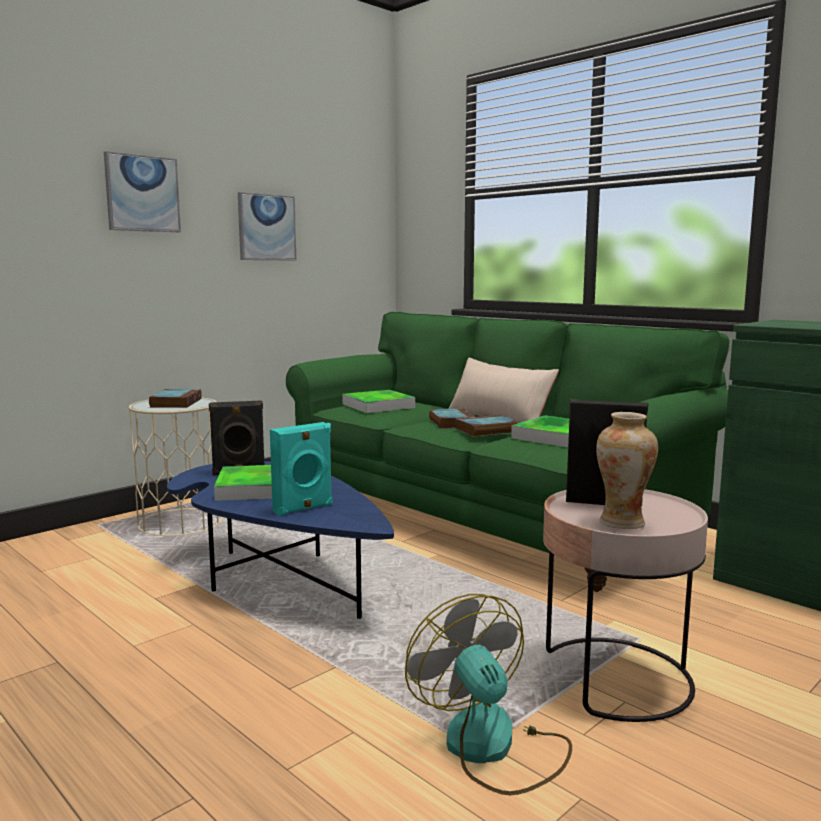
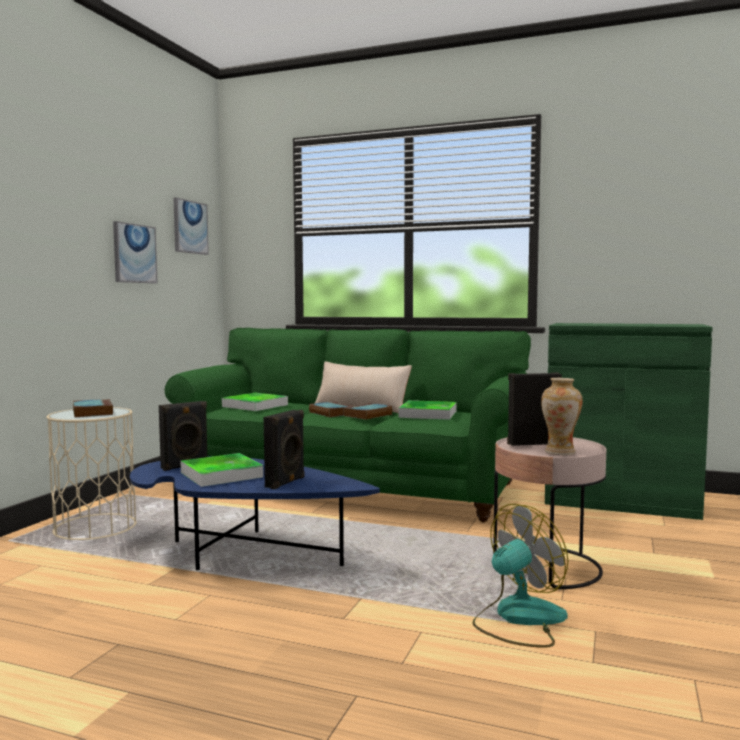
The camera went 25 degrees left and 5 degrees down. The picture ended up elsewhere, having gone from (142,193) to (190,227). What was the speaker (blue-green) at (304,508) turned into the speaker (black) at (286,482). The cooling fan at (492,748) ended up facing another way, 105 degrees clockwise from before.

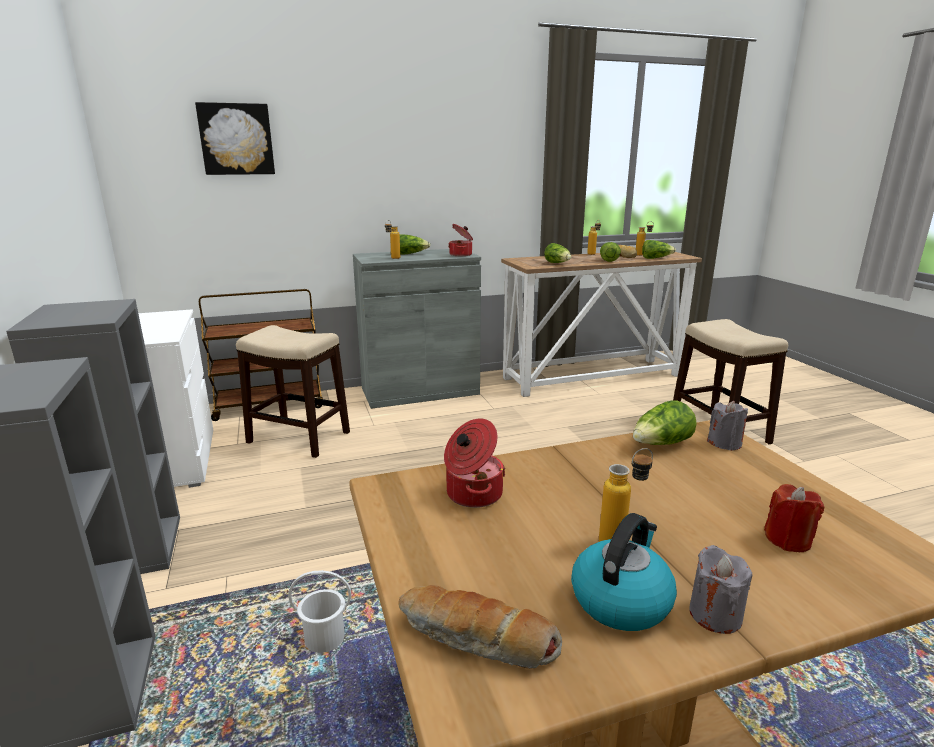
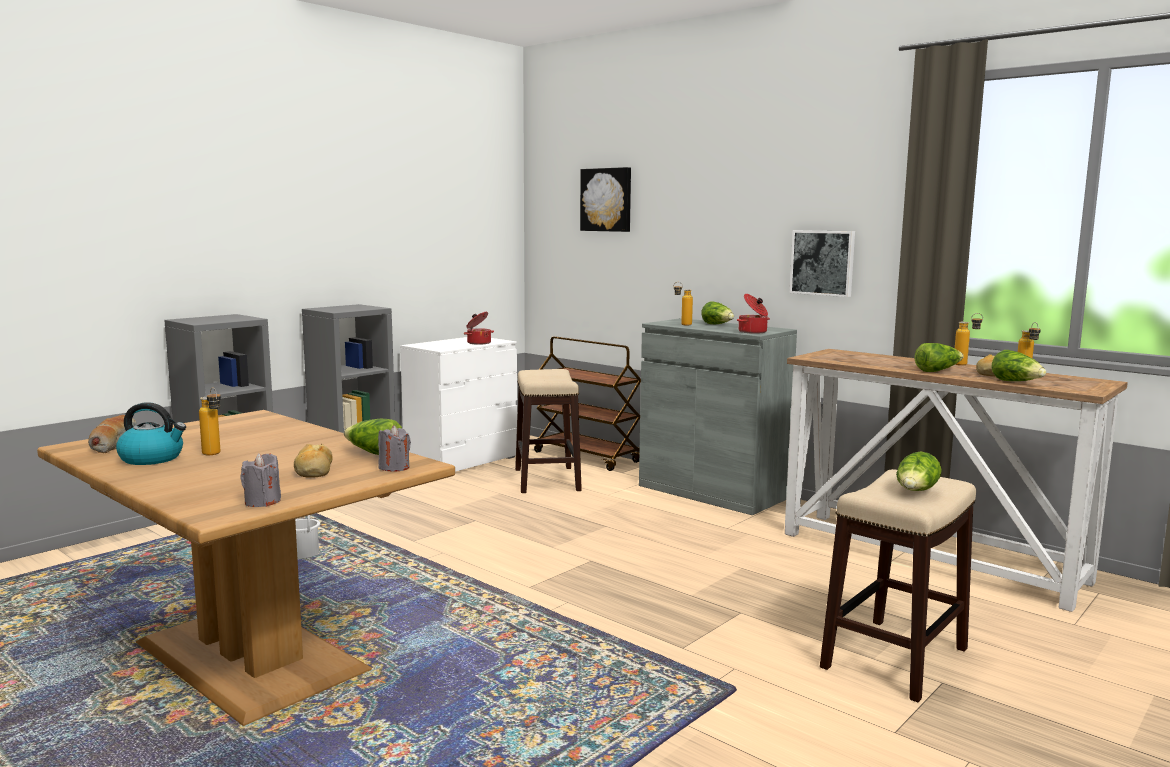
The camera went 60 degrees right and 10 degrees down. The cooking pot ended up elsewhere, having gone from (472,494) to (478,343). The lettuce ended up elsewhere, having gone from (558,263) to (916,492). The wax candle (greyish) ended up elsewhere, having gone from (715,615) to (262,502). The second view lost the wax candle (red) at (788,539). The second view gained the bread at (313,470). The second view gained the picture at (823,262).

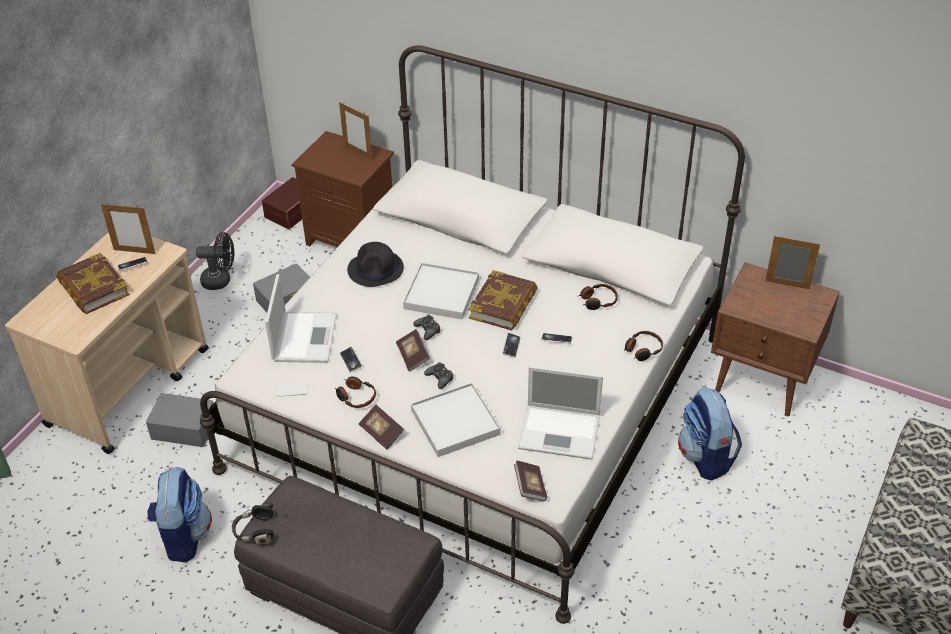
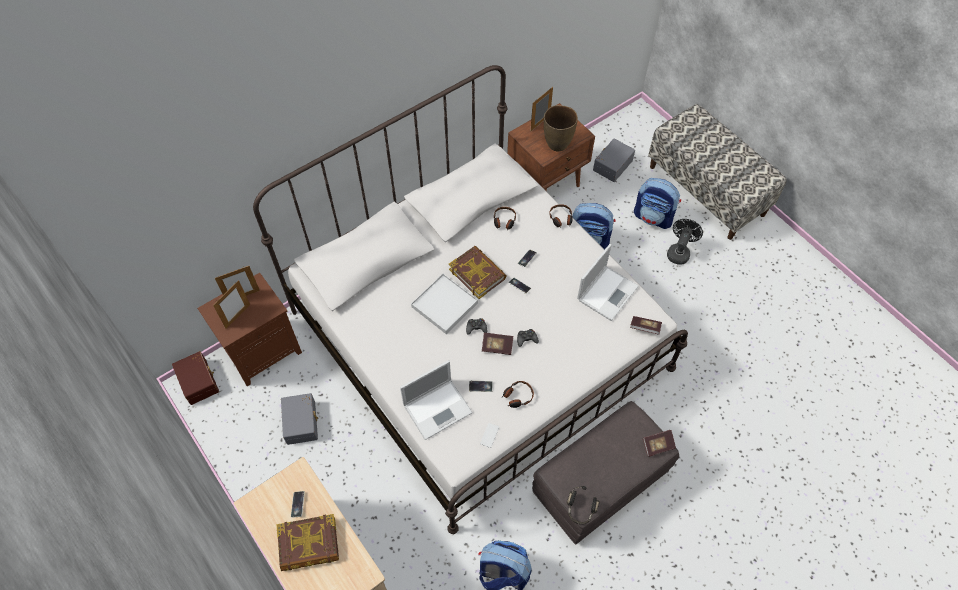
The camera went 65 degrees left and 15 degrees up. The standing frame ended up elsewhere, having gone from (134,251) to (237,316). The storage bin (greyish) ended up elsewhere, having gone from (184,427) to (612,165). The cooling fan (black) ended up elsewhere, having gone from (221,280) to (679,252). The laptop at (304,336) ended up facing another way, 120 degrees clockwise from before. The second view lost the clothing hat (black) at (376,269). The volume ended up elsewhere, having gone from (381,433) to (658,445). The second view lost the serving tray (whitish) at (455,422). The second view gained the vase (brown-coloured) at (557,143). The second view gained the knapsack at (653,217).

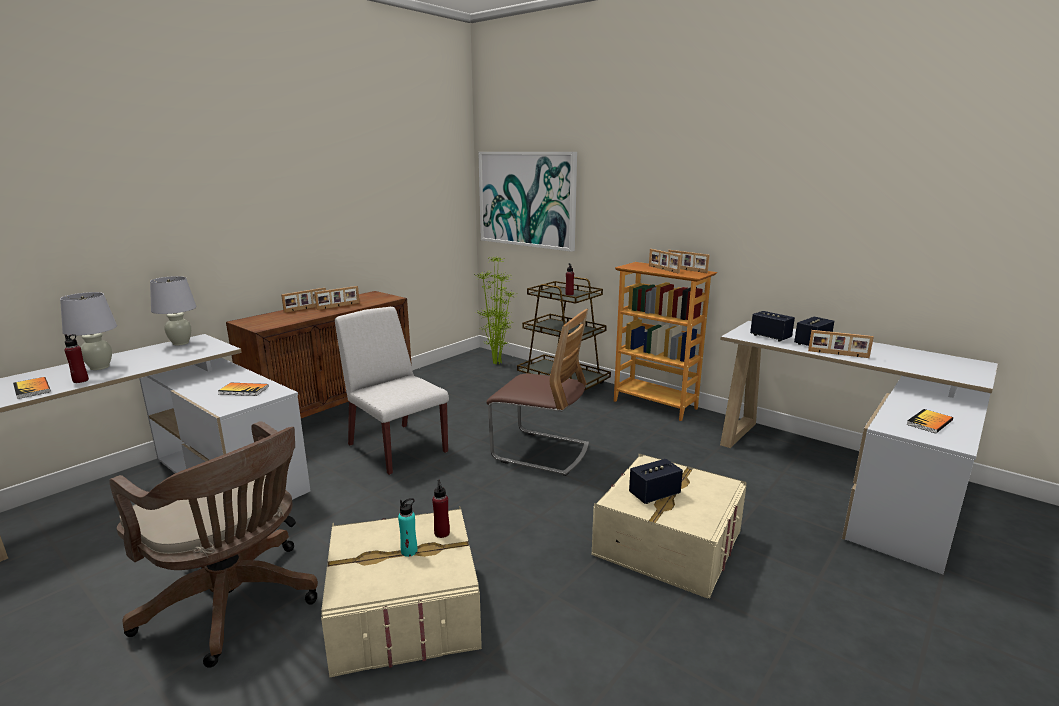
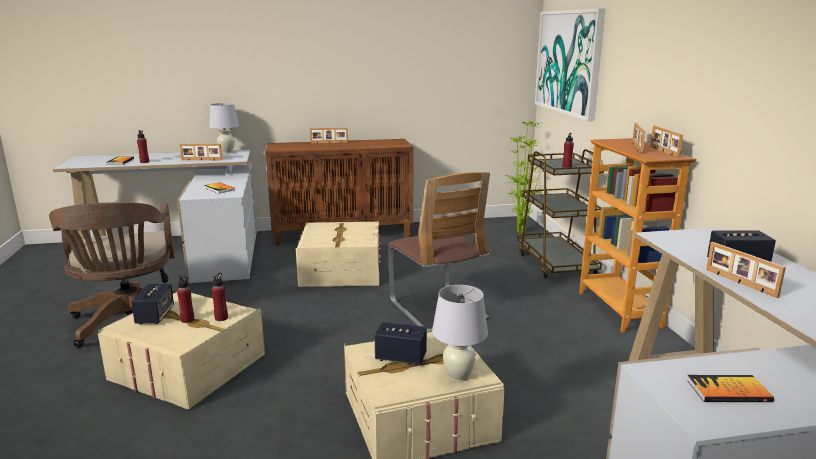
The camera went 40 degrees right and 0 degrees up. The tabletop lamp (whitish) ended up elsewhere, having gone from (100,367) to (458,376). The standing frame ended up elsewhere, having gone from (338,306) to (201,160). Where the upright chair (whitish) stood at (396,448), the storage bin (beige) came to stand at (341,271). What was the drink bottle (blue-green) at (409,551) turned into the drink bottle (red) at (187,320). The speaker ended up elsewhere, having gone from (770,337) to (155,316).

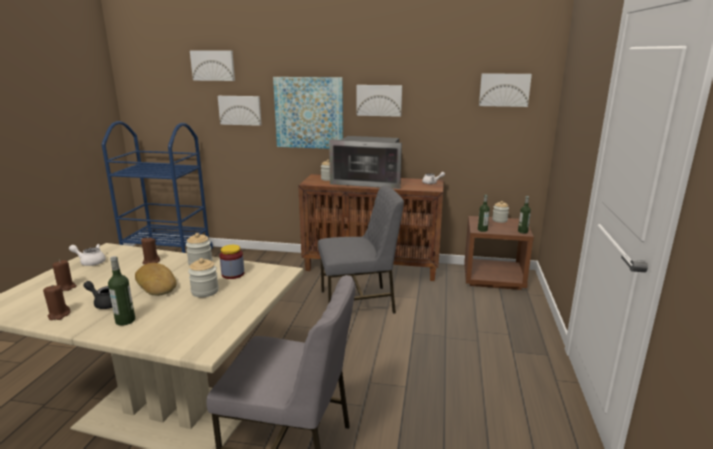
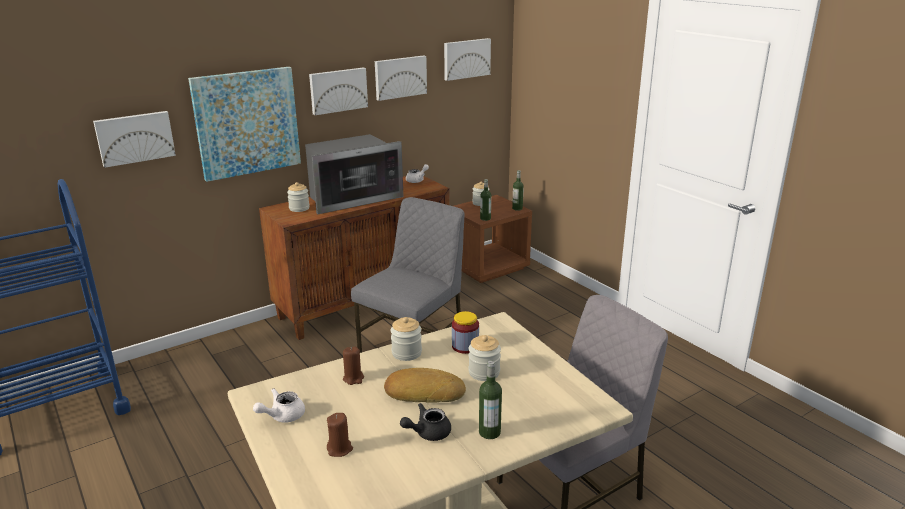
The camera went 45 degrees left and 5 degrees up. The second view lost the wax candle (brown-coloured) at (59,315). The picture ended up elsewhere, having gone from (213,65) to (400,77).

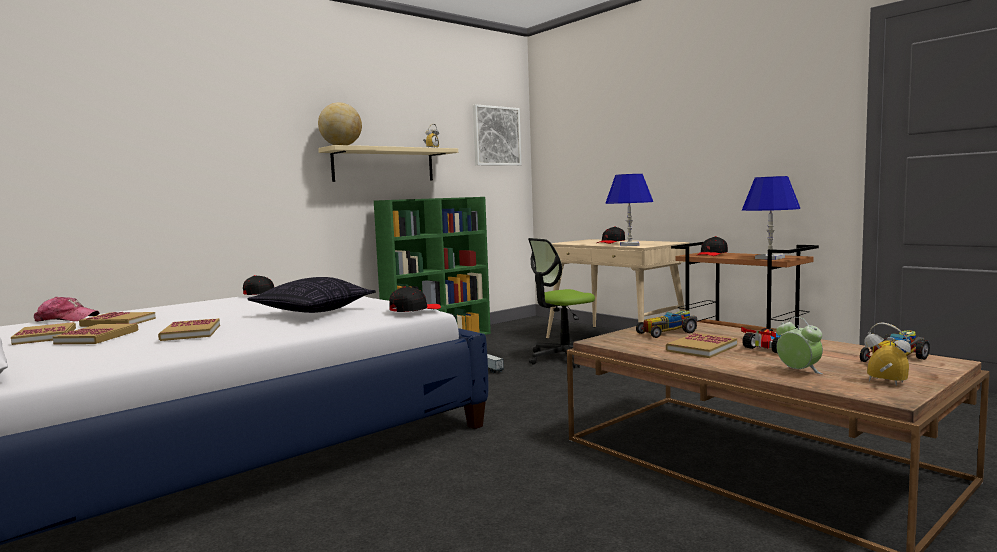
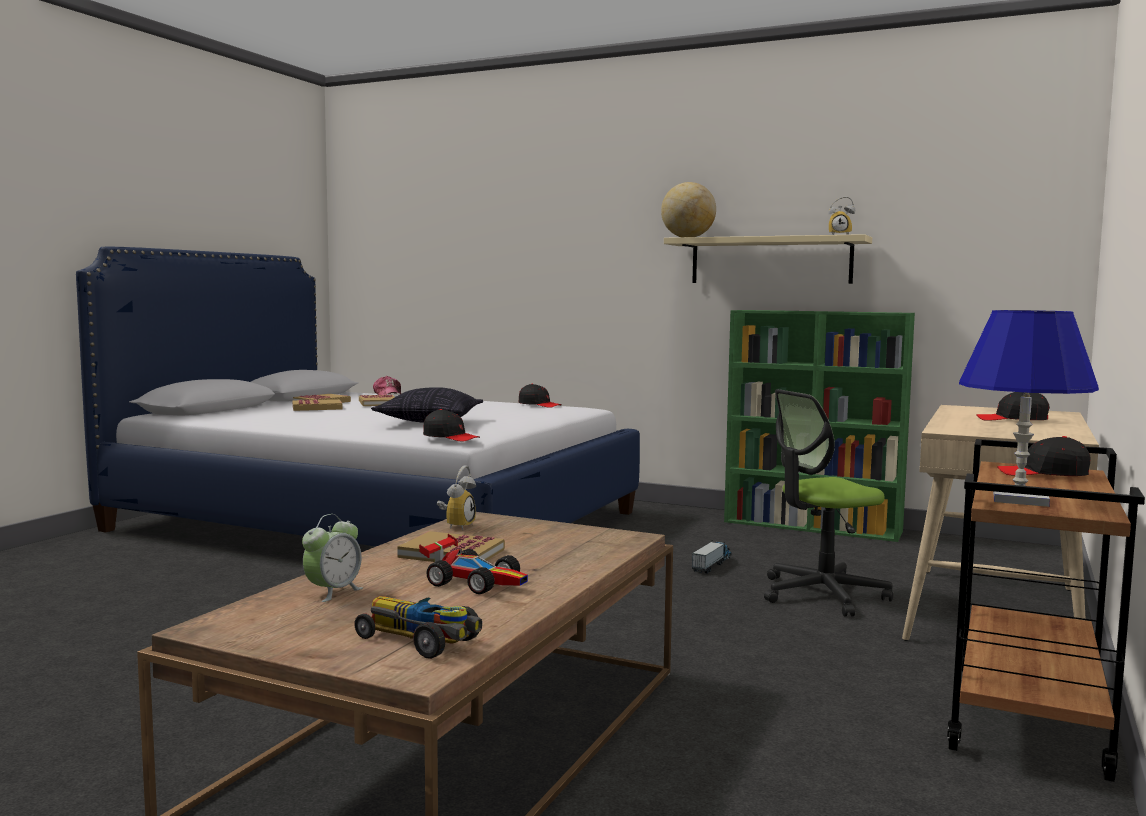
The camera went 65 degrees right and 0 degrees up. The second view lost the volume at (191,332). The second view lost the picture at (496,136). The desk chair at (563,358) ended up facing another way, 60 degrees counterclockwise from before. The second view lost the tabletop lamp (blue-coloured) at (629,245). The second view lost the miniature car at (668,332). The table clock ended up elsewhere, having gone from (884,383) to (456,526).

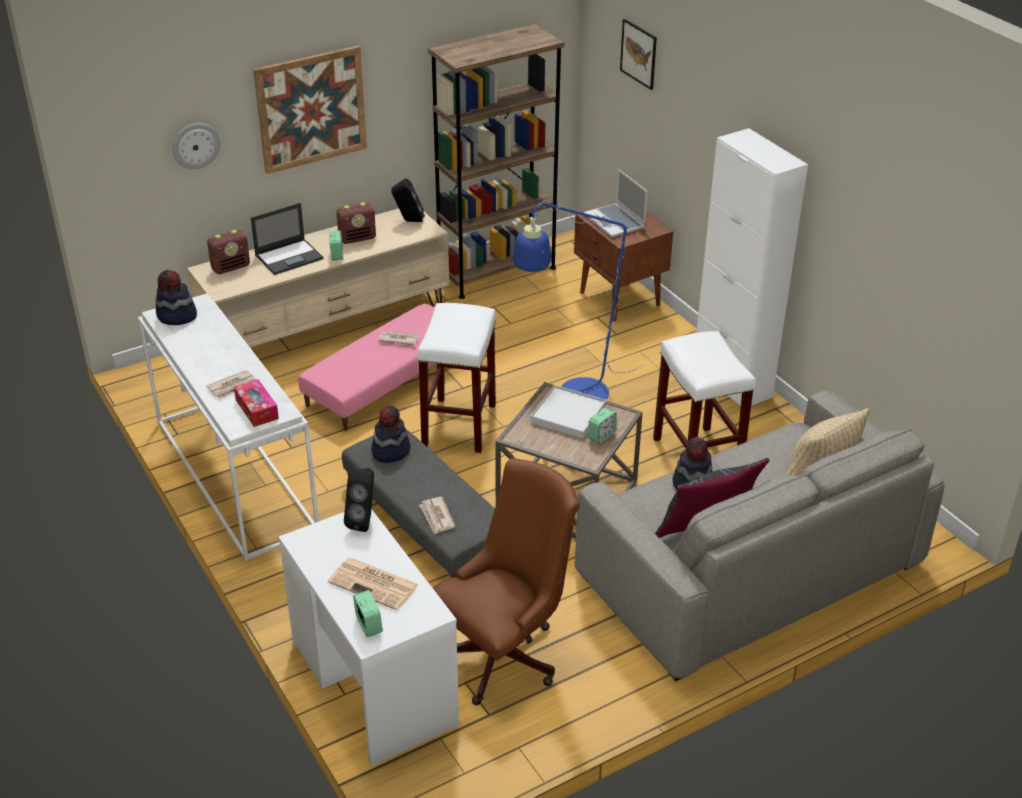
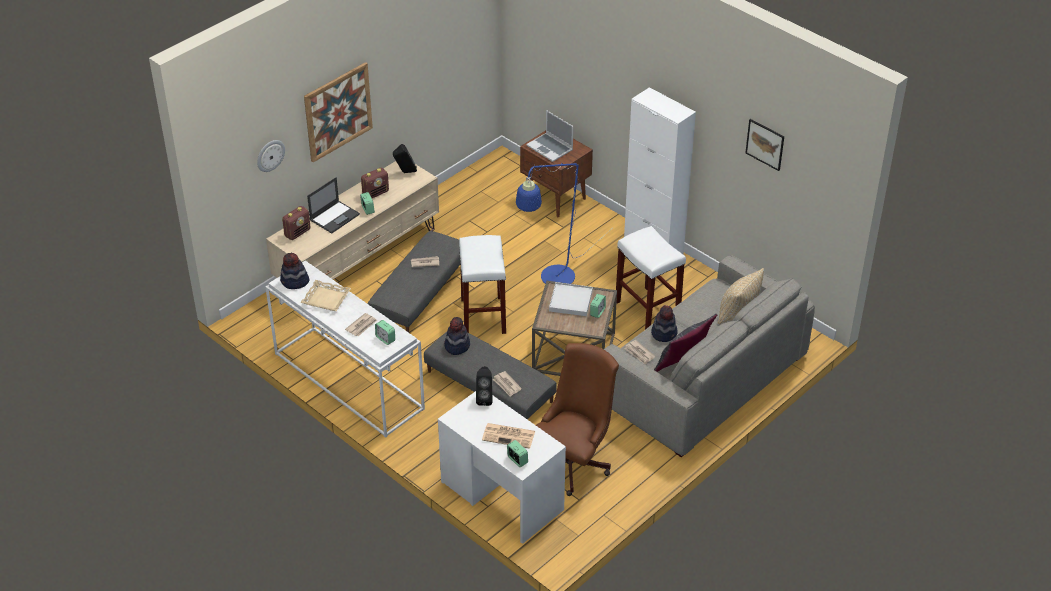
The camera went 15 degrees left and 5 degrees up. Where the box of tissues stood at (257,409), the table clock came to stand at (385,339). What was the pouffe (pinkish) at (387,380) turned into the pouffe (greyish) at (419,292). The second view lost the bookshelf (brown-coloured) at (497,272). The picture ended up elsewhere, having gone from (638,54) to (765,144). The second view gained the serving tray (beige) at (326,298). The second view gained the printed paper at (639,353).

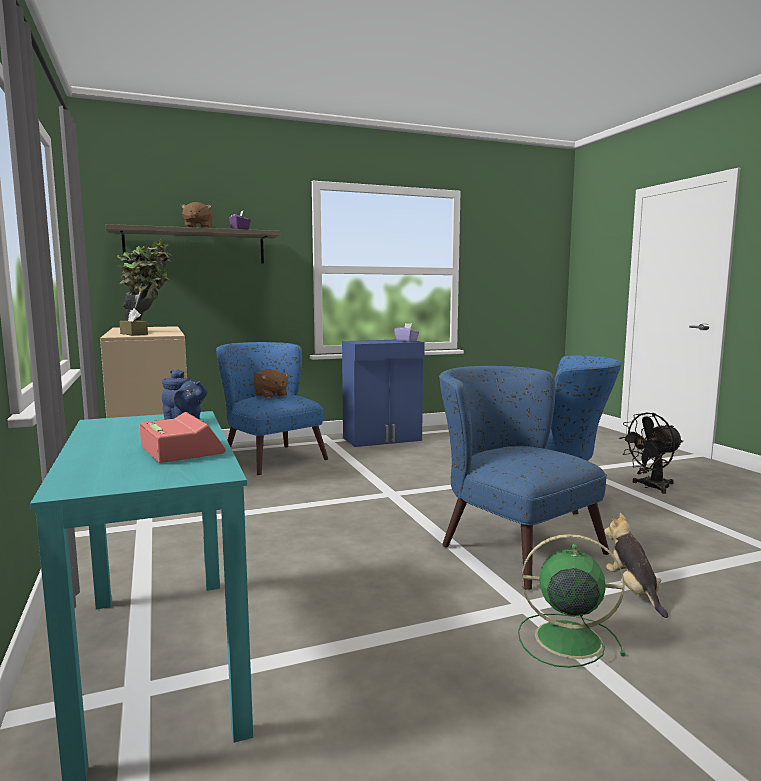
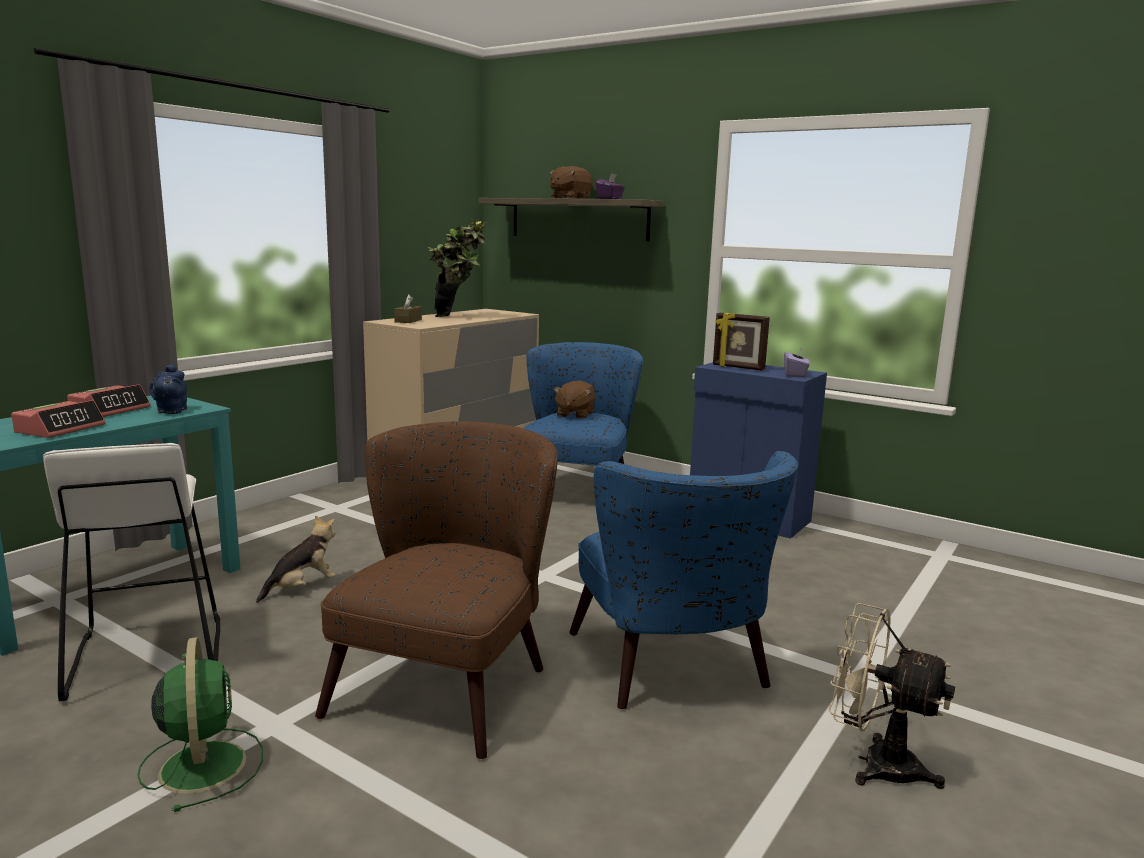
The camera went 55 degrees right and 5 degrees up. What was the easy chair (blue-coloured) at (510,544) turned into the easy chair (brown-coloured) at (450,680). The plush toy ended up elsewhere, having gone from (633,592) to (302,588). What was the cooling fan (black) at (650,487) turned into the cooling fan (beige) at (875,763). The second view gained the sitting stool (whitish) at (146,656). The second view gained the table clock at (110,410). The second view gained the standing frame at (738,367).

